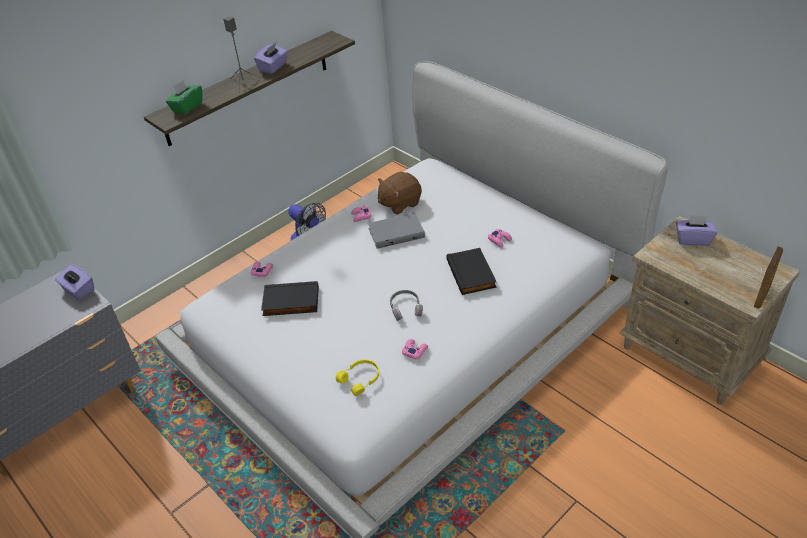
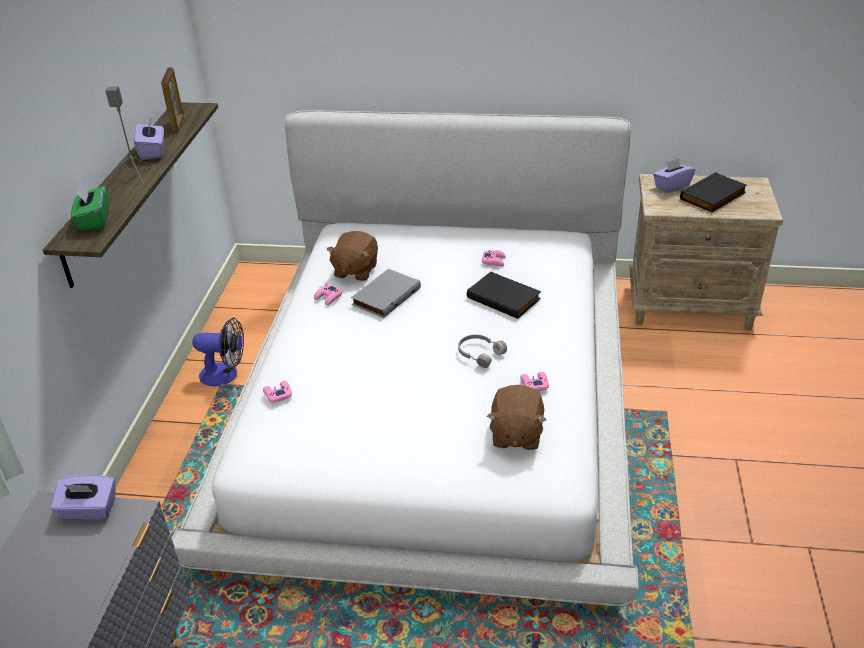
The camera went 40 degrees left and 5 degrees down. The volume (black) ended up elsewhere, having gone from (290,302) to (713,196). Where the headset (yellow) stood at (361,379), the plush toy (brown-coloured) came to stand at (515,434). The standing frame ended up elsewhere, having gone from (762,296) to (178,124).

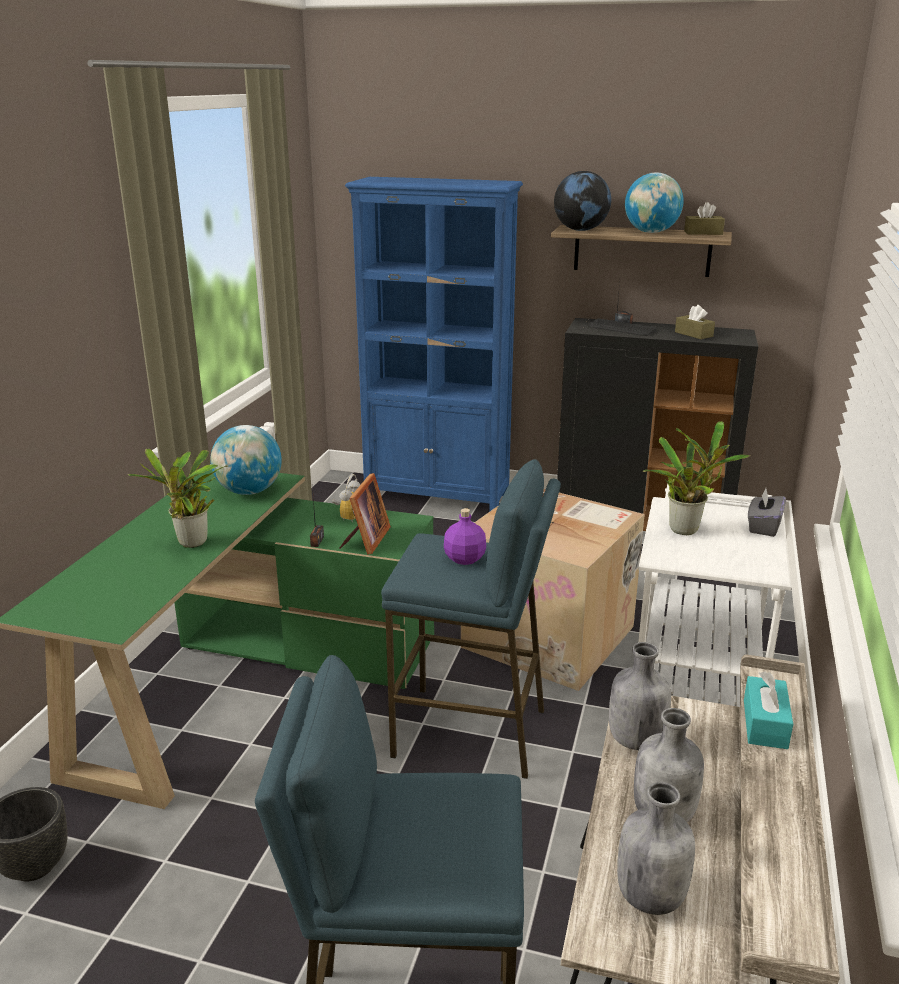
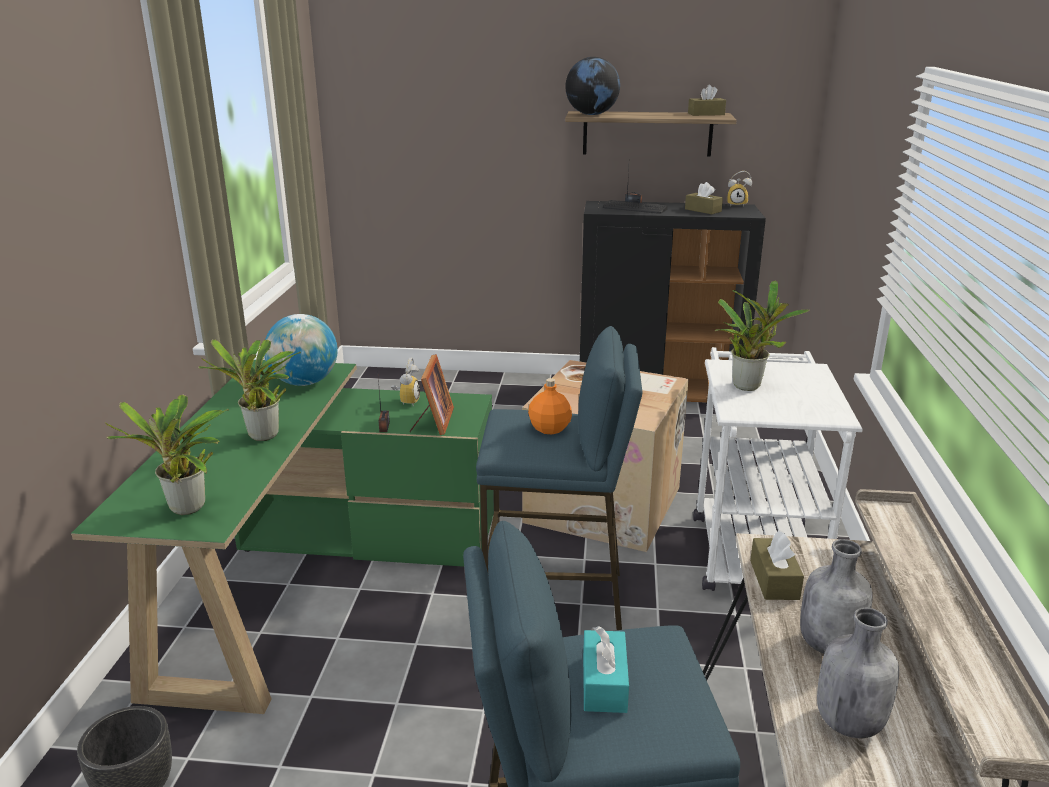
The camera went 10 degrees left and 0 degrees up. The second view lost the bookshelf (blue-coloured) at (438,496). What was the drink bottle (purple-coloured) at (464,559) turned into the drink bottle (orangey) at (549,429). Where the drink bottle (greyish) stood at (634,739), the box of tissues (brown-coloured) came to stand at (774,579). The second view lost the world globe at (651,232). The box of tissues (blue-green) ended up elsewhere, having gone from (765,724) to (604,683). The second view lost the box of tissues (greyish) at (763,527). The second view gained the plant in a pot at (187,511). The second view gained the table clock at (737,205).

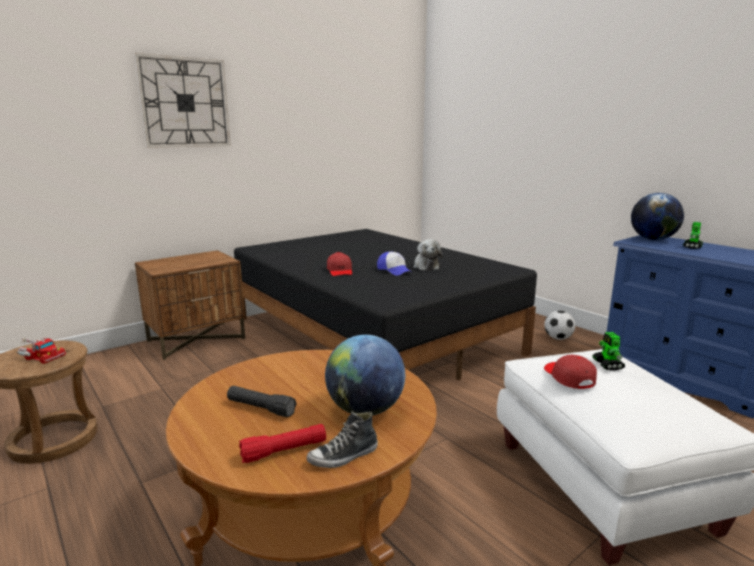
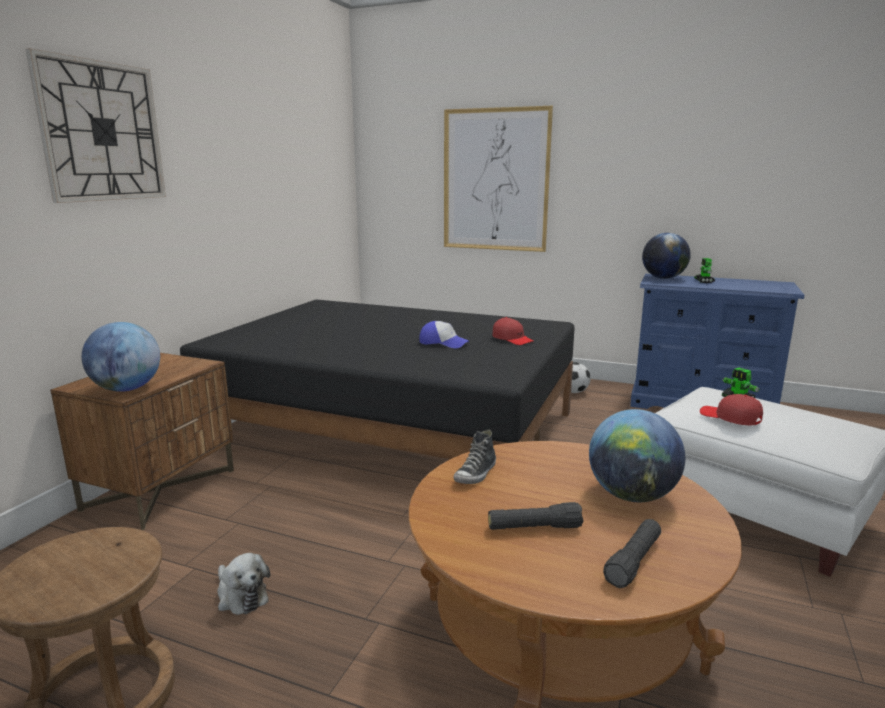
The camera went 30 degrees left and 0 degrees up. The second view lost the toy truck at (40,356). What was the flashlight (red) at (284,451) turned into the flashlight (black) at (633,561). The shoe ended up elsewhere, having gone from (343,457) to (476,474). The baseball cap (red) ended up elsewhere, having gone from (340,271) to (512,339). The plush toy ended up elsewhere, having gone from (425,266) to (241,596). The second view gained the world globe at (127,389). The second view gained the picture at (495,180).

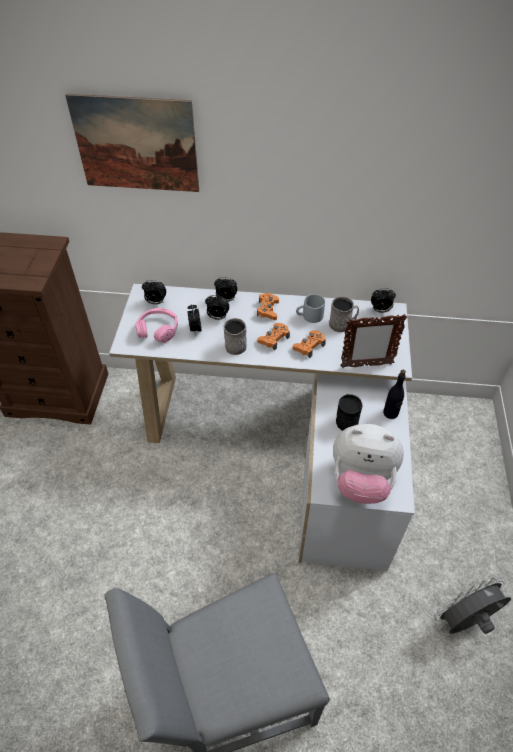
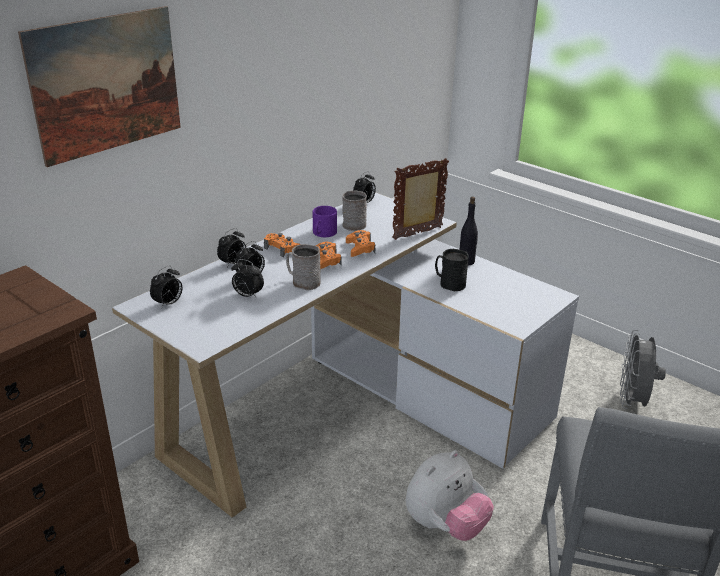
The camera went 55 degrees left and 20 degrees down. The second view lost the headset (pinkish) at (158,330). What was the mug (greyish) at (309,316) turned into the mug (purple-coloured) at (323,234). The plush toy ended up elsewhere, having gone from (361,480) to (445,525). The standing frame at (366,365) ended up facing another way, 150 degrees counterclockwise from before.

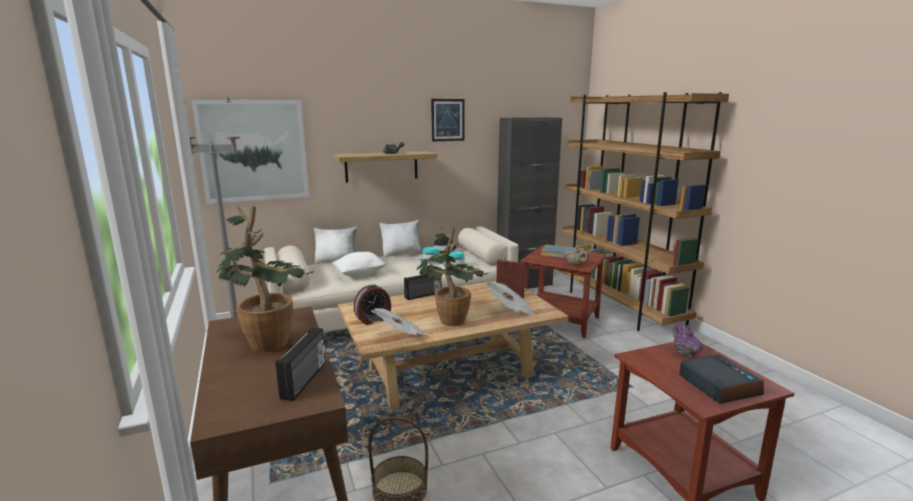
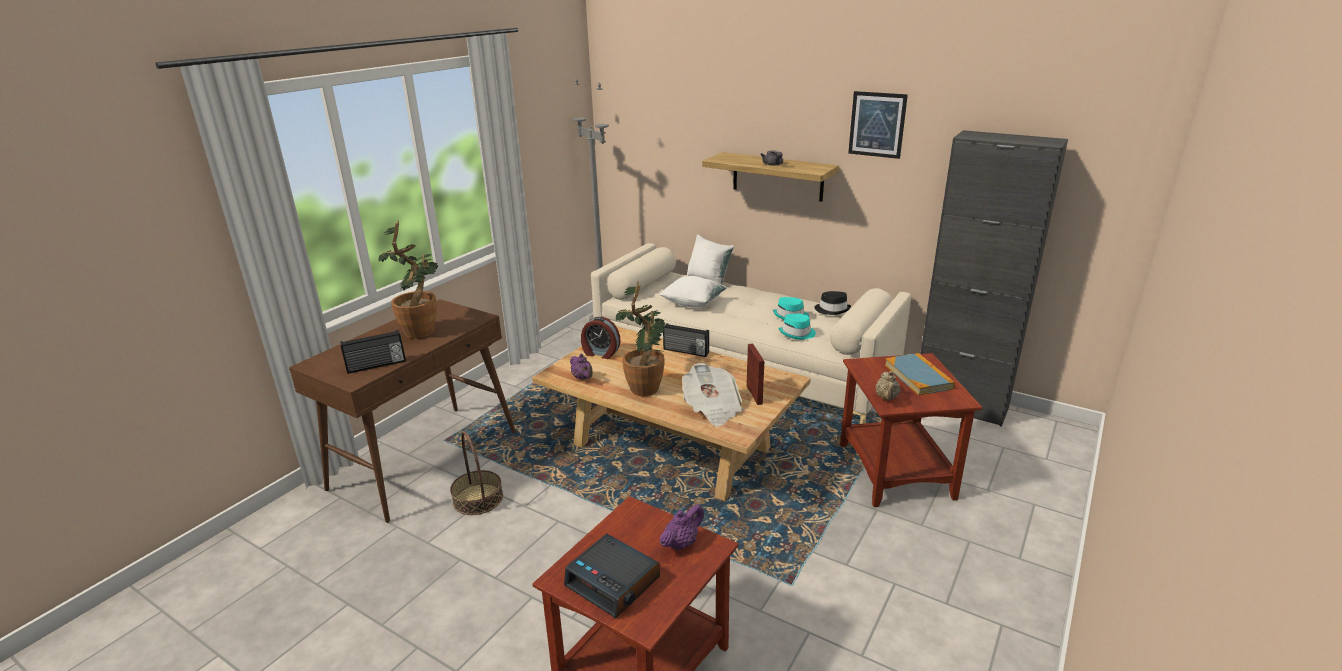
The camera went 55 degrees right and 10 degrees up. The second view lost the picture at (254,151). Where the printed paper stood at (401,336), the pot for tea (purple-coloured) came to stand at (583,378). The second view lost the throw pillow (whitish) at (402,254). The second view lost the bookshelf (brown-coloured) at (618,306). The table clock at (718,385) ended up facing another way, 90 degrees clockwise from before.

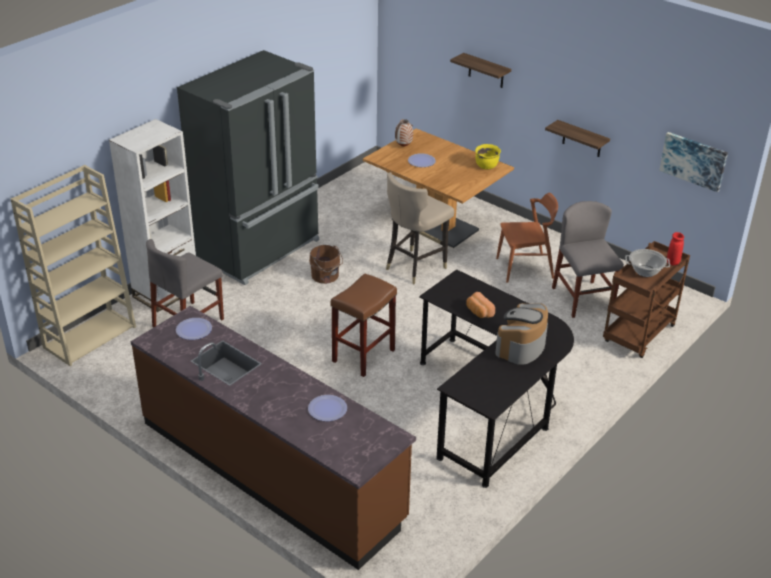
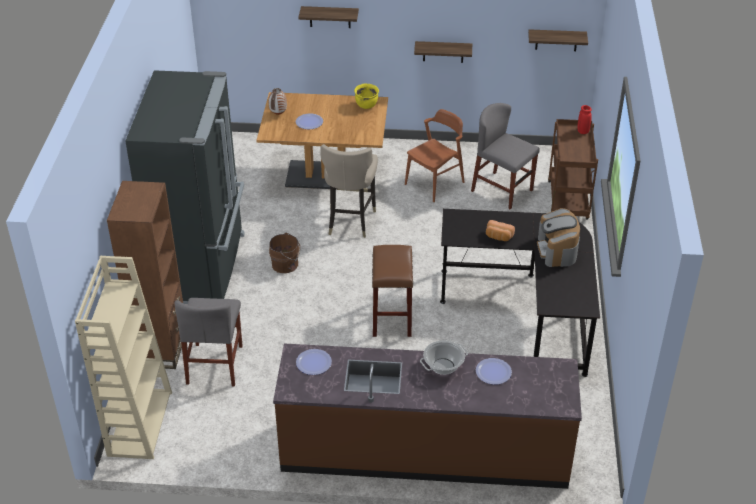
The camera went 35 degrees left and 5 degrees up. What was the bookshelf (whitish) at (166,292) turned into the bookshelf (brown-coloured) at (162,347). The cooking pot ended up elsewhere, having gone from (645,271) to (443,366). Where the picture hung at (693,161), the wall shelf came to hang at (556,40).

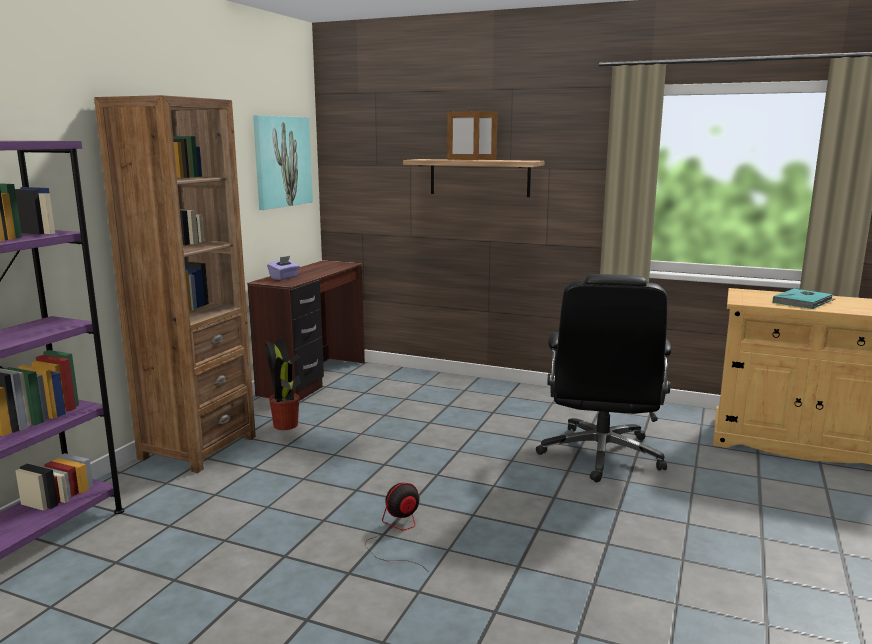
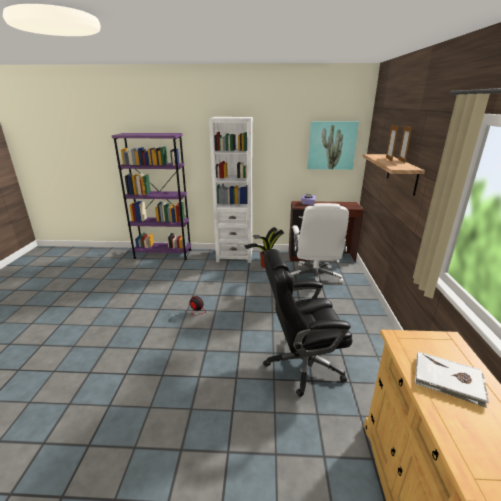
The camera went 70 degrees right and 10 degrees up. What was the bookshelf (brown-coloured) at (198,447) turned into the bookshelf (whitish) at (234,256). What was the volume (blue-green) at (803,301) turned into the volume (whitish) at (448,380). The second view gained the desk chair (whitish) at (315,277).

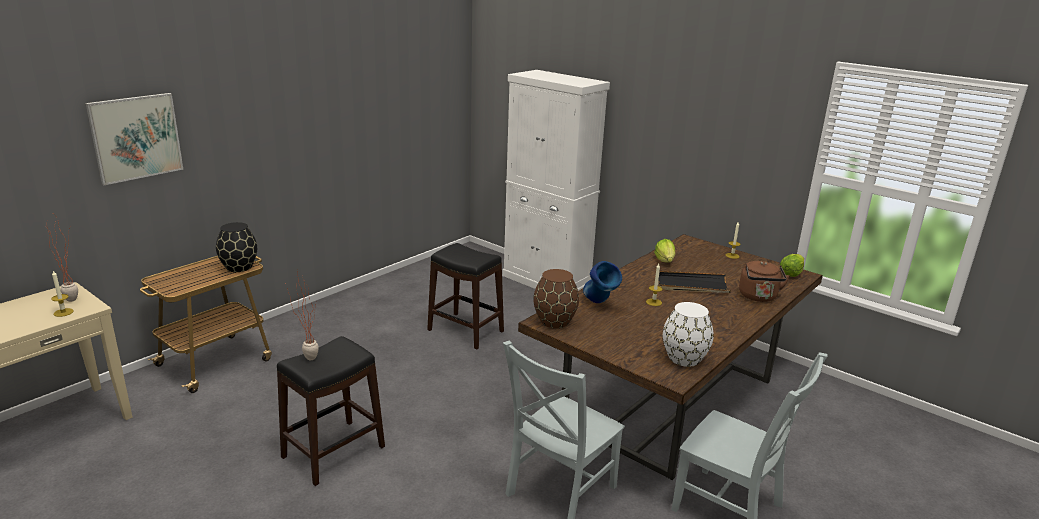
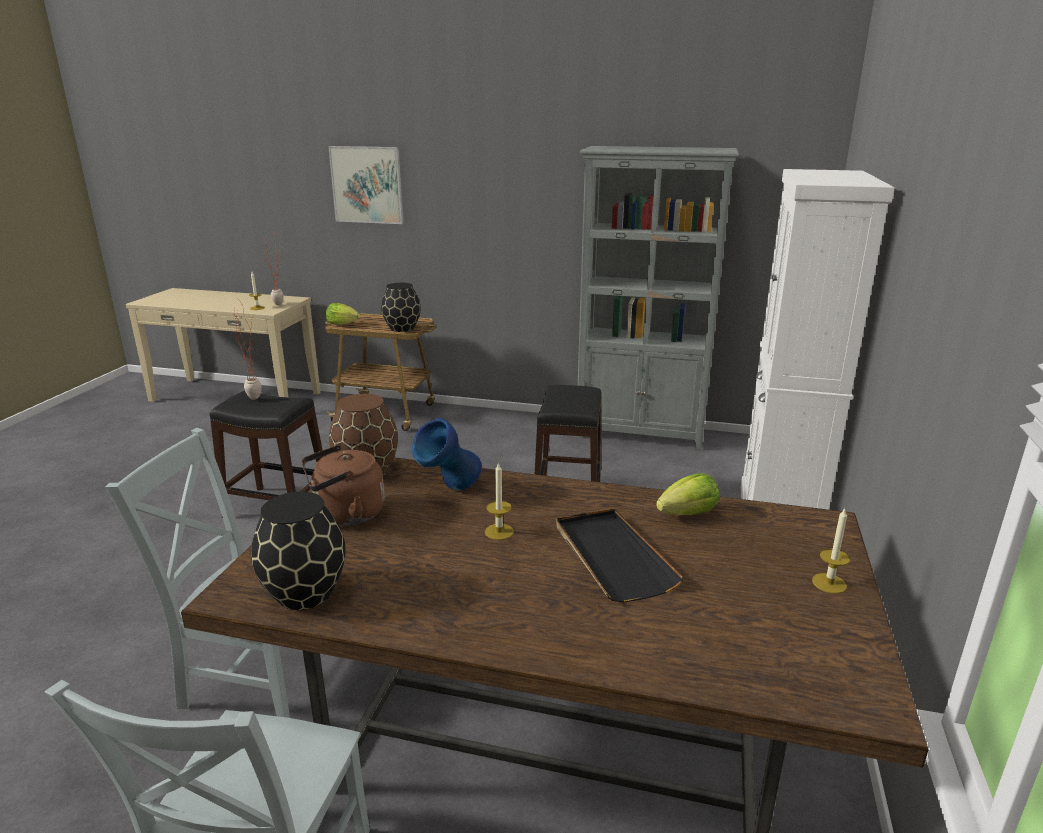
The camera went 65 degrees right and 0 degrees up. What was the vase (whitish) at (683,358) turned into the vase (black) at (306,592). The kettle (brown-coloured) ended up elsewhere, having gone from (758,297) to (345,515). The lettuce ended up elsewhere, having gone from (791,273) to (342,324). The second view gained the bookshelf (greyish) at (640,434).

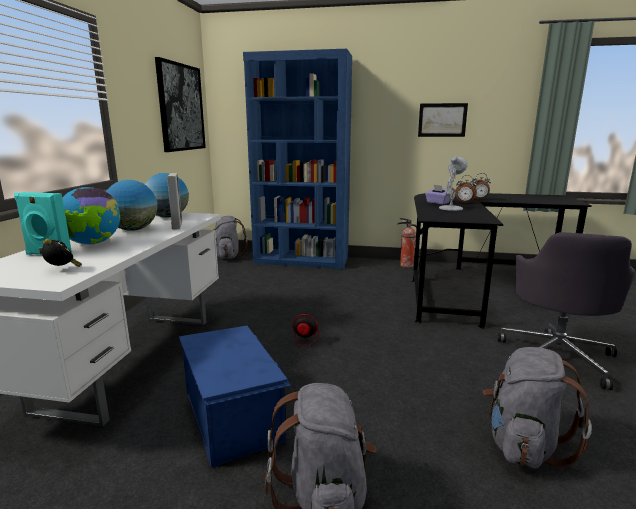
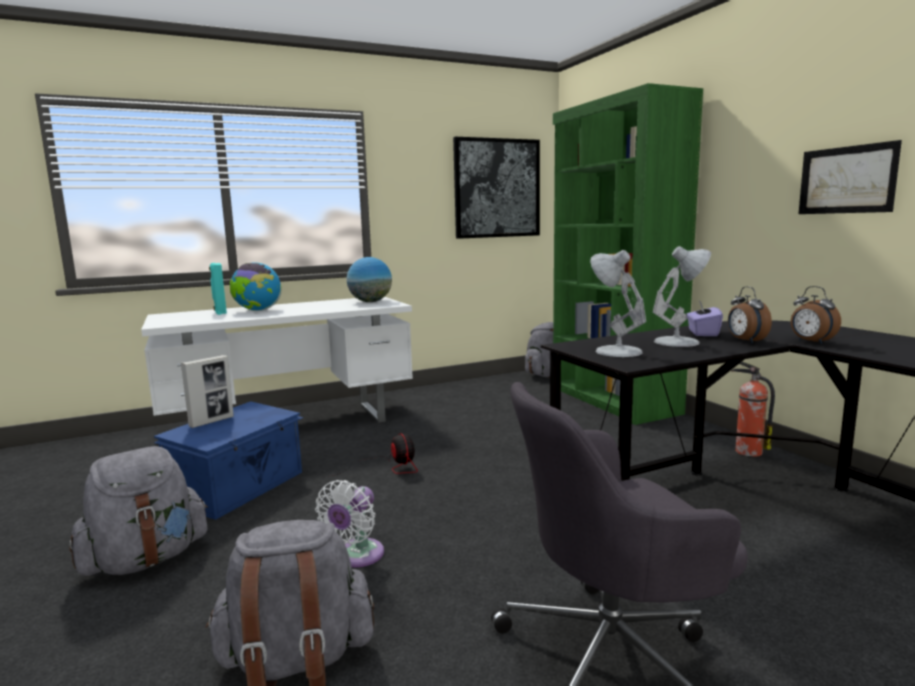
The camera went 55 degrees right and 5 degrees down. The second view lost the table clock at (62,269). The second view lost the world globe at (133,230). The standing frame ended up elsewhere, having gone from (177,225) to (212,421). What was the bookshelf (blue-coloured) at (301,260) turned into the bookshelf (green) at (612,400). The second view gained the cooling fan (whitish) at (357,556). The second view gained the tabletop lamp (whitish) at (616,351).

